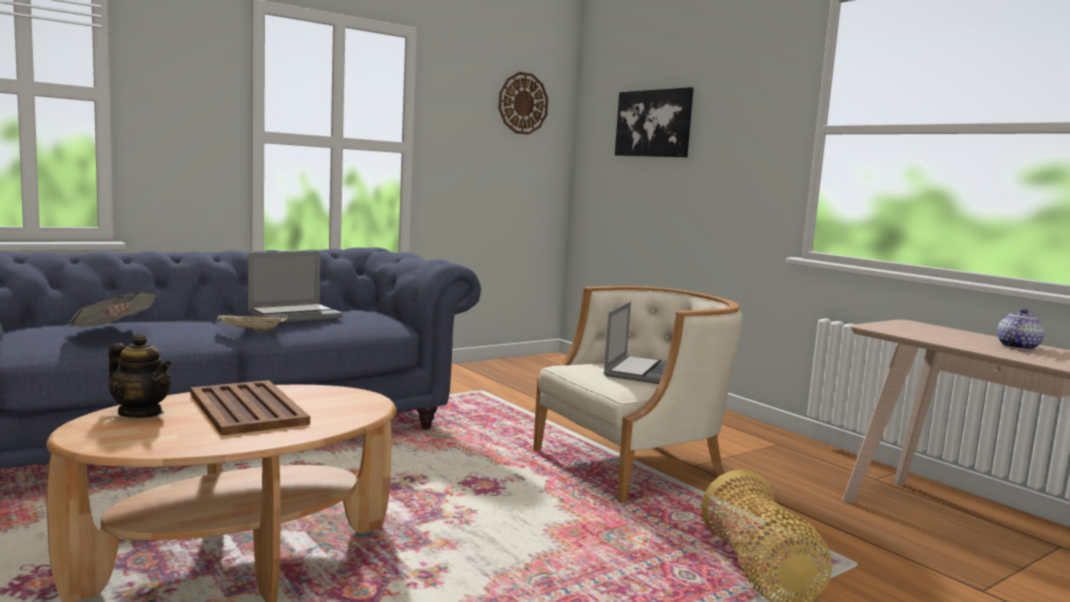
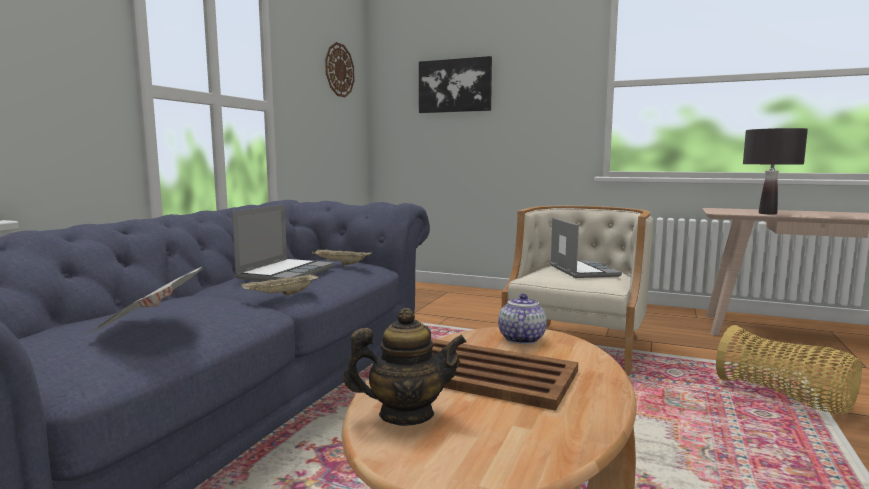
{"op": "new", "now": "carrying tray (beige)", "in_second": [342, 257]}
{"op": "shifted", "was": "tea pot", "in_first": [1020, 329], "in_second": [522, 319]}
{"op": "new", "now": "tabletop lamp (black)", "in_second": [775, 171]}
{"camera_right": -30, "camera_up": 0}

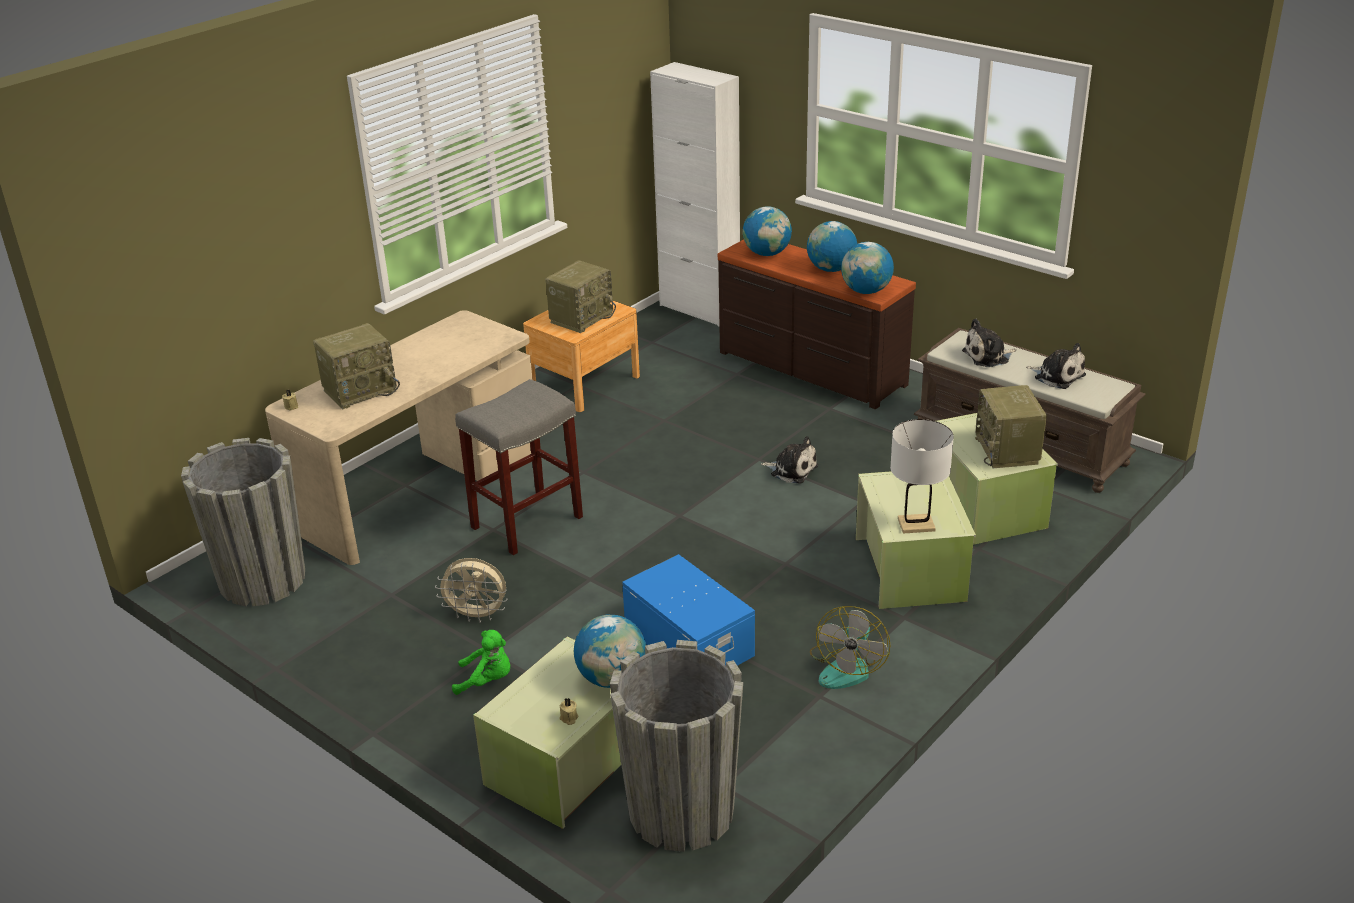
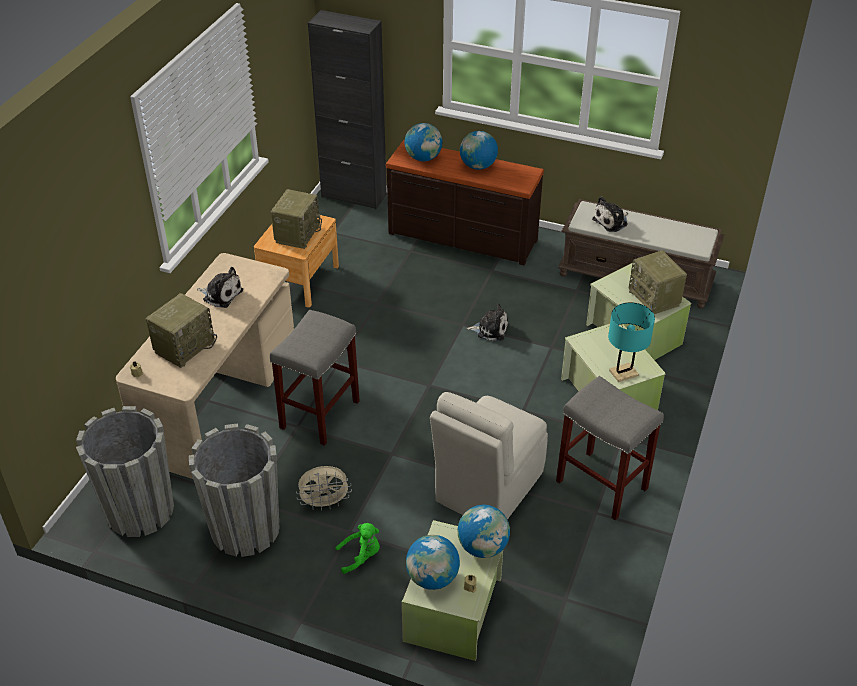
{"op": "shifted", "was": "plant pot (greyish)", "in_first": [676, 746], "in_second": [234, 490]}
{"op": "shifted", "was": "cuddly toy", "in_first": [1056, 366], "in_second": [220, 287]}
{"op": "repainted", "was": "cabinet (whitish)", "now": "cabinet (black)", "in_first": [695, 194], "in_second": [347, 109]}
{"op": "shifted", "was": "globe", "in_first": [867, 268], "in_second": [433, 562]}
{"op": "swapped", "was": "storage box (bluish)", "now": "chair (beige)", "in_first": [688, 610], "in_second": [489, 456]}
{"op": "swapped", "was": "cooling fan", "now": "stool (greyish)", "in_first": [850, 647], "in_second": [610, 448]}
{"op": "repainted", "was": "tabletop lamp (whitish)", "now": "tabletop lamp (turquoise)", "in_first": [922, 476], "in_second": [631, 342]}
{"camera_right": -20, "camera_up": 10}

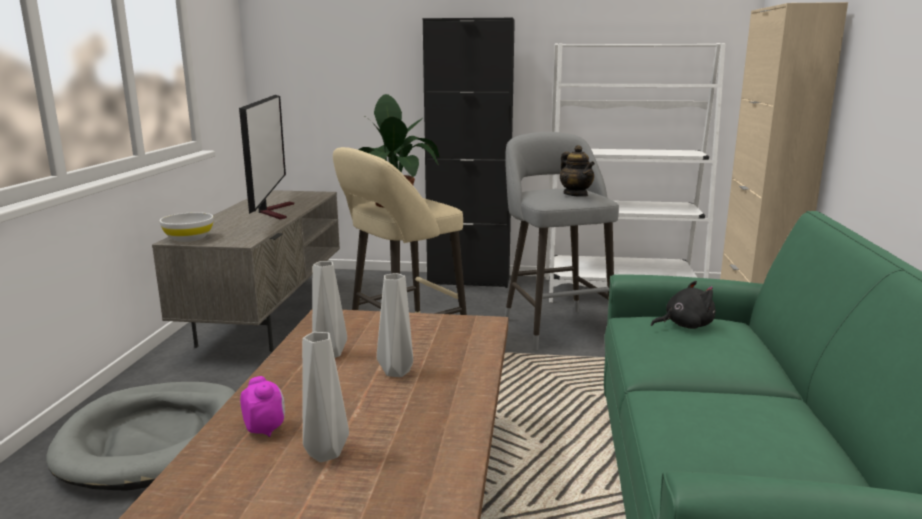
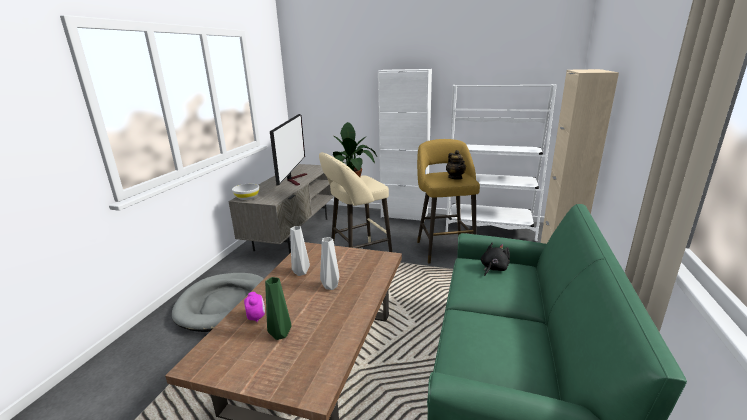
{"op": "repainted", "was": "flower vase (greyish)", "now": "flower vase (green)", "in_first": [325, 397], "in_second": [278, 308]}
{"op": "repainted", "was": "cabinet (black)", "now": "cabinet (whitish)", "in_first": [469, 152], "in_second": [405, 145]}
{"op": "repainted", "was": "stool (greyish)", "now": "stool (yellow-coloured)", "in_first": [561, 241], "in_second": [448, 201]}
{"op": "rotated", "was": "cuddly toy (black)", "in_first": [683, 305], "in_second": [495, 259], "clockwise": -45}
{"camera_right": 10, "camera_up": 5}

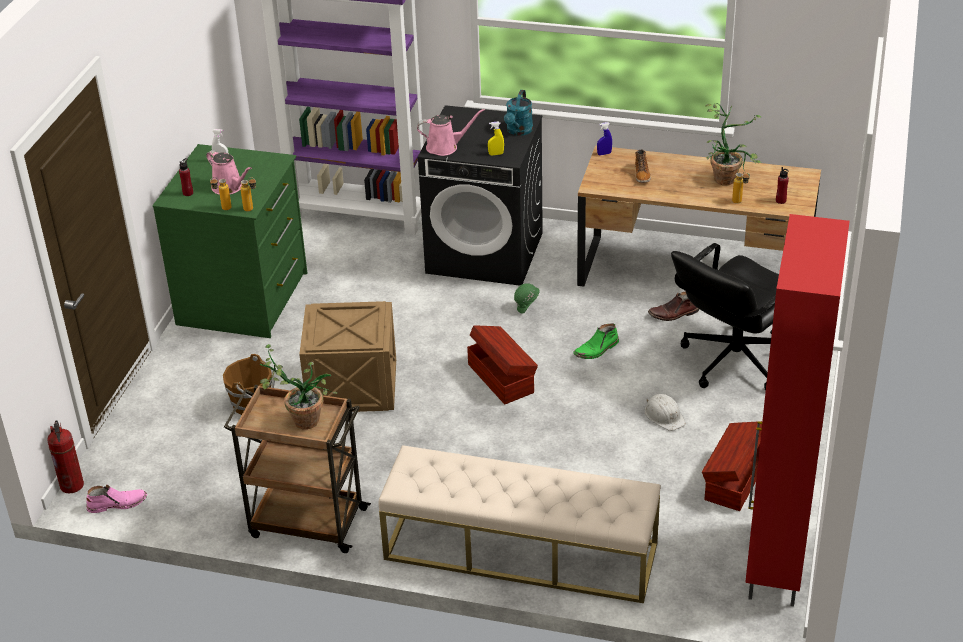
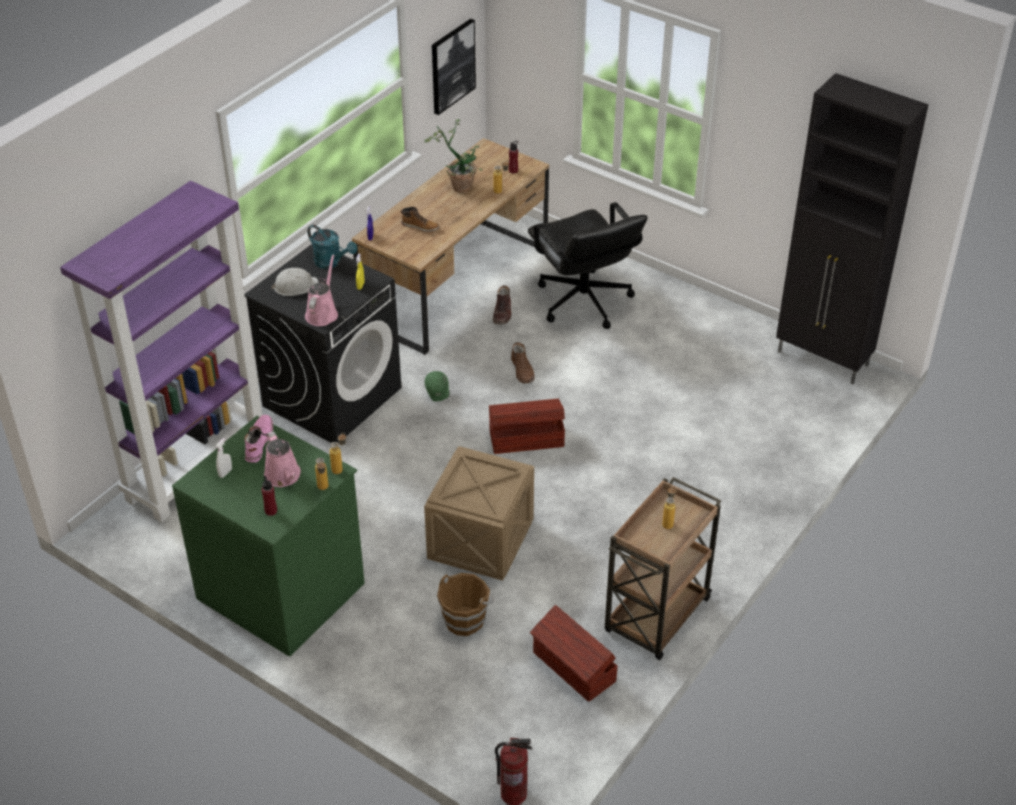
{"op": "shifted", "was": "tall boot (pink-coloured)", "in_first": [116, 499], "in_second": [258, 439]}
{"op": "rotated", "was": "watering pot (pink-coloured)", "in_first": [229, 172], "in_second": [282, 459], "clockwise": 90}
{"op": "shifted", "was": "safety helmet (whitish)", "in_first": [665, 412], "in_second": [295, 282]}
{"op": "new", "now": "picture", "in_second": [454, 67]}
{"op": "repainted", "was": "tall boot (green)", "now": "tall boot (brownish)", "in_first": [596, 341], "in_second": [523, 363]}
{"op": "shifted", "was": "storage box (brownish)", "in_first": [732, 466], "in_second": [574, 653]}
{"op": "swapped", "was": "potted plant", "now": "drink bottle", "in_first": [299, 386], "in_second": [669, 508]}
{"op": "repainted", "was": "cabinet (red-coloured)", "now": "cabinet (black)", "in_first": [797, 410], "in_second": [852, 229]}
{"op": "gone", "was": "indoor bench (beige)", "in_first": [519, 524]}
{"camera_right": -70, "camera_up": 5}

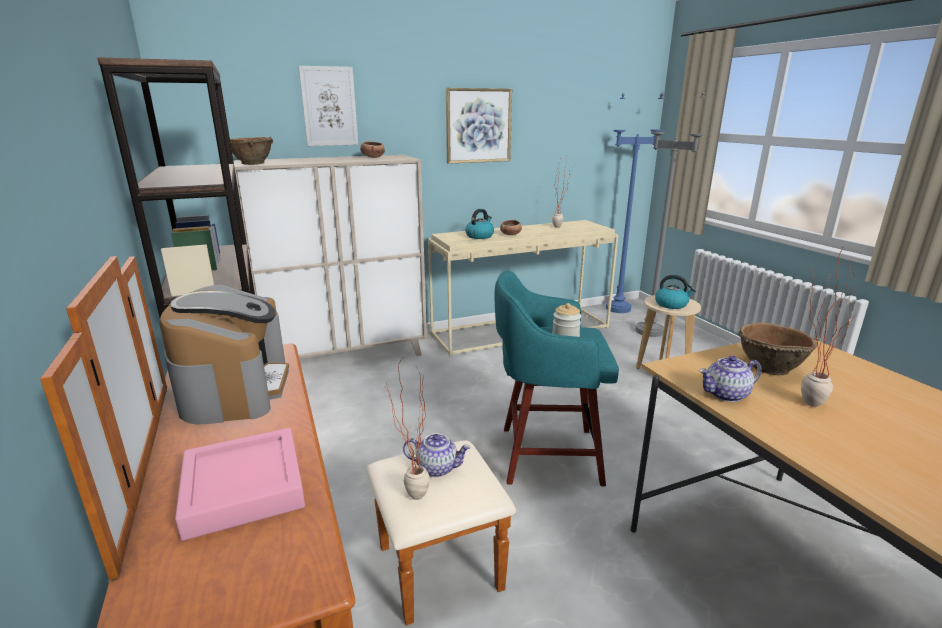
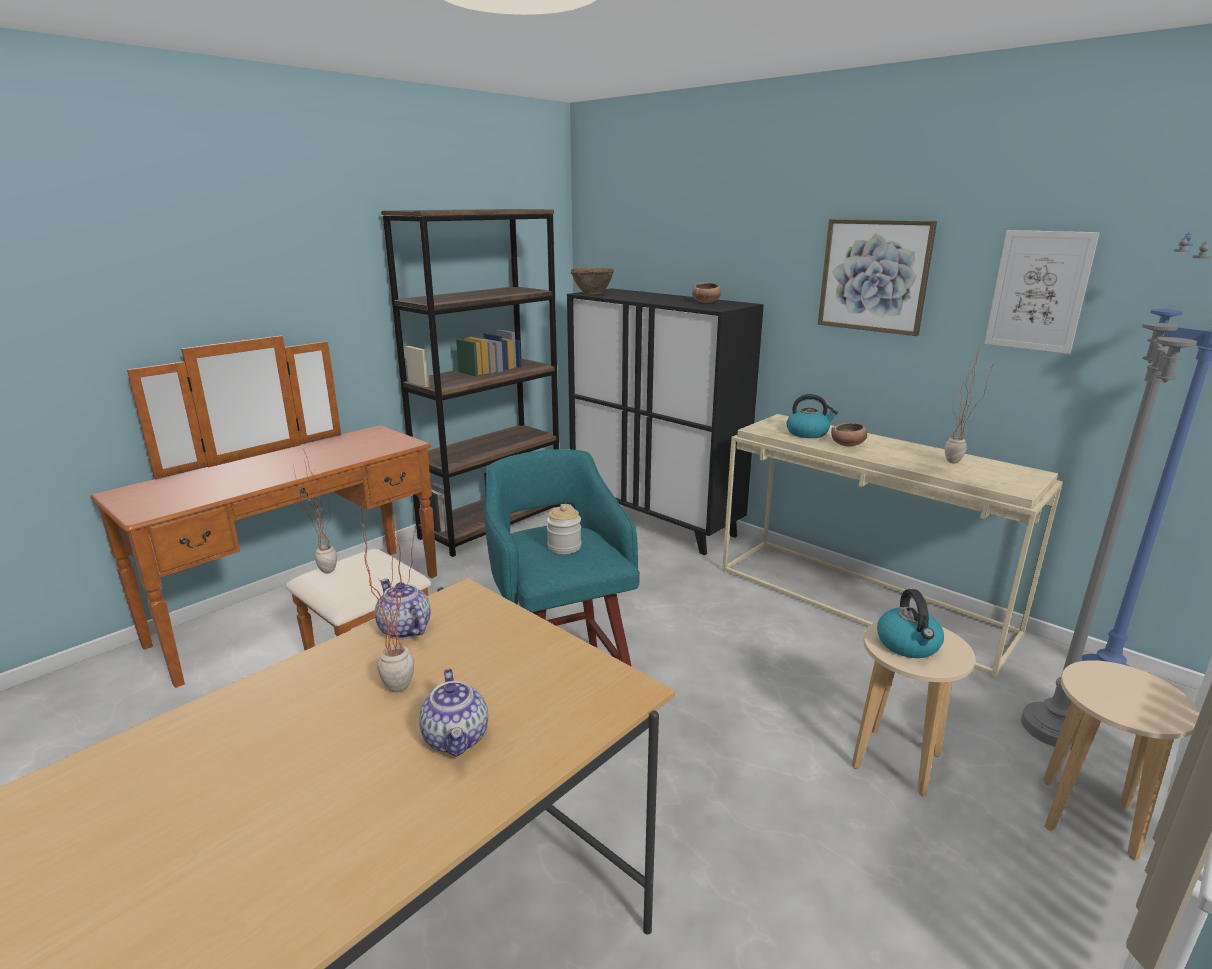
{"op": "shifted", "was": "tea pot", "in_first": [437, 455], "in_second": [453, 713]}
{"op": "repainted", "was": "cabinet (beige)", "now": "cabinet (black)", "in_first": [330, 257], "in_second": [665, 421]}
{"op": "shifted", "was": "picture", "in_first": [328, 106], "in_second": [1042, 292]}
{"op": "new", "now": "stool (beige)", "in_second": [1121, 760]}
{"op": "gone", "was": "coffee machine", "in_first": [224, 354]}
{"op": "gone", "was": "carrying tray (pink-coloured)", "in_first": [240, 484]}
{"op": "gone", "was": "bowl (brownish)", "in_first": [777, 348]}
{"camera_right": 65, "camera_up": 0}

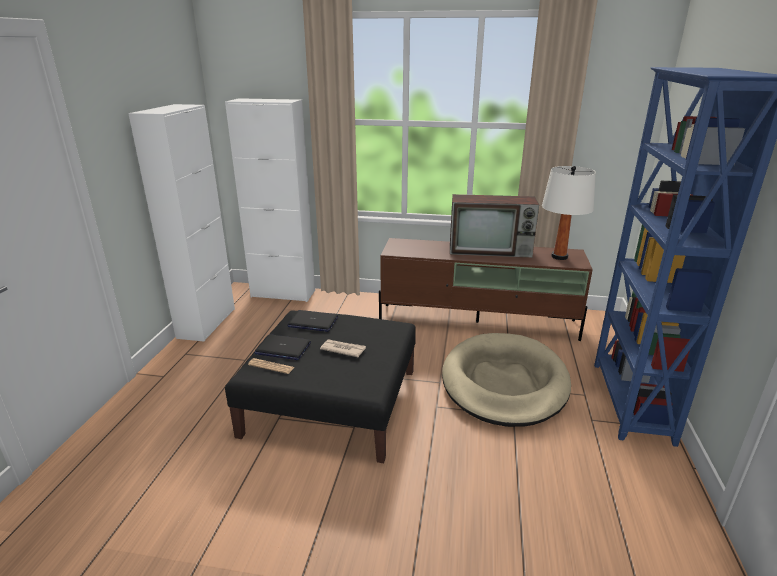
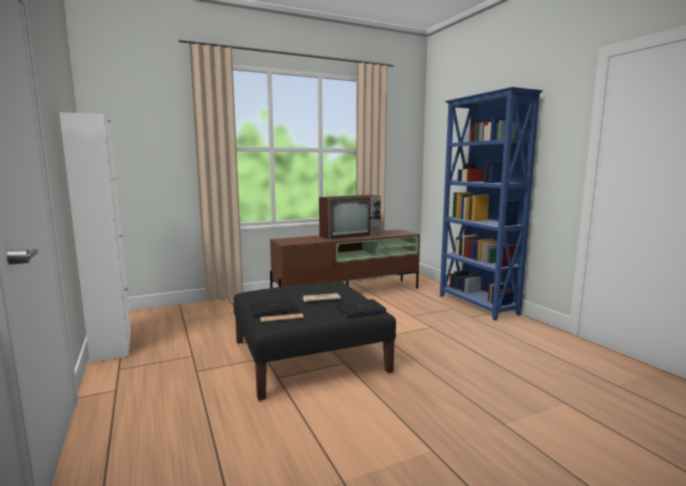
{"op": "shifted", "was": "laptop", "in_first": [312, 321], "in_second": [360, 308]}
{"op": "gone", "was": "cabinet (whitish)", "in_first": [270, 200]}
{"op": "gone", "was": "dog bed (beige)", "in_first": [506, 380]}
{"op": "gone", "was": "tabletop lamp (whitish)", "in_first": [569, 213]}
{"camera_right": -35, "camera_up": -15}

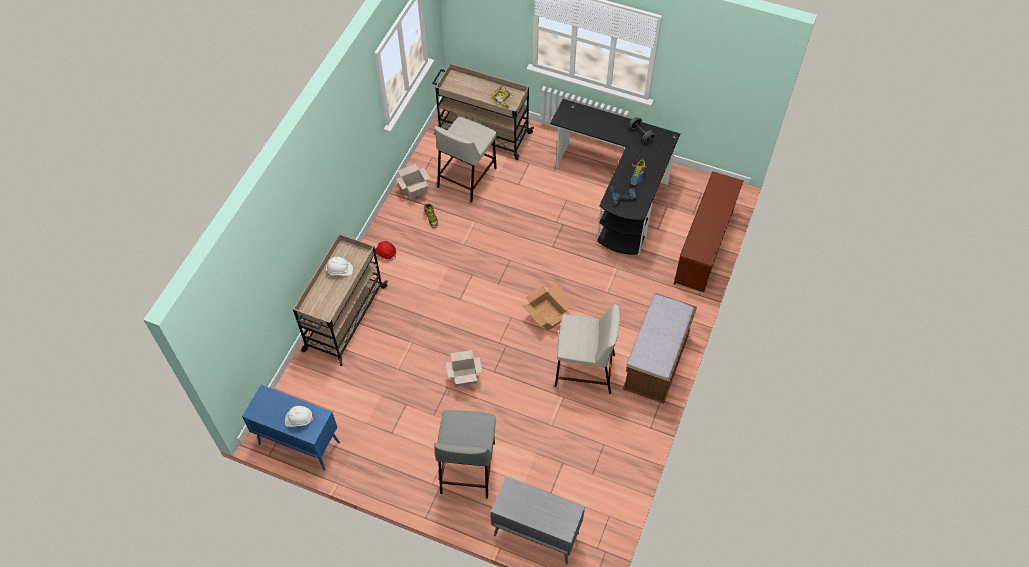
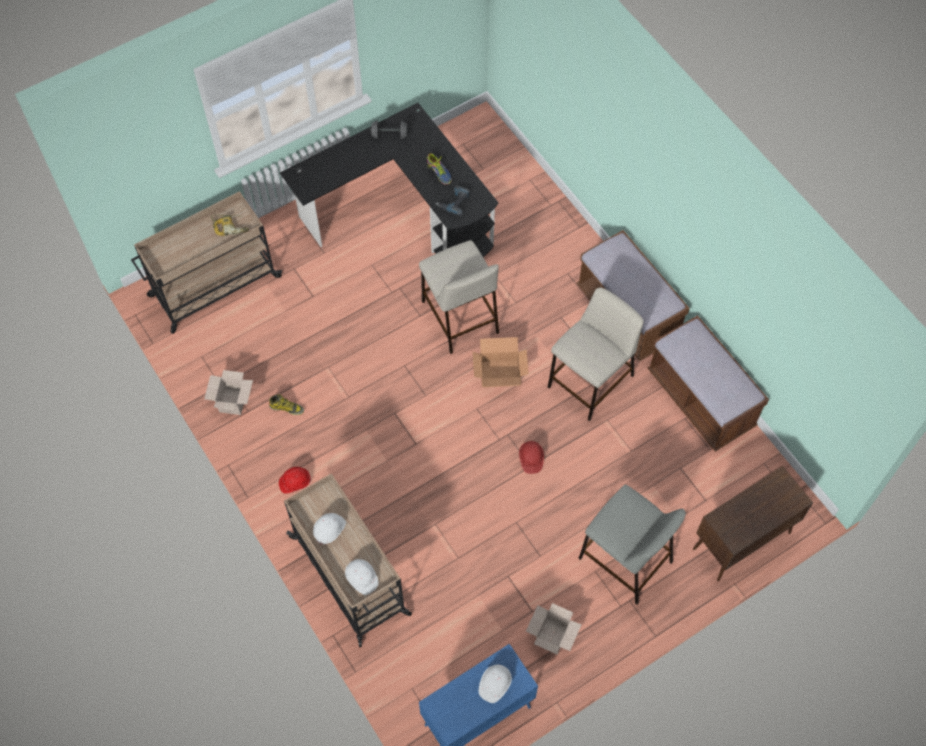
{"op": "new", "now": "safety helmet (whitish)", "in_second": [362, 577]}
{"op": "shifted", "was": "stool (beige)", "in_first": [465, 160], "in_second": [459, 297]}
{"op": "new", "now": "safety helmet (red-coloured)", "in_second": [531, 457]}
{"op": "shifted", "was": "cardboard box", "in_first": [464, 368], "in_second": [554, 628]}
{"op": "new", "now": "indoor bench (brownish)", "in_second": [708, 383]}
{"op": "repainted", "was": "cabinet (greyish)", "now": "cabinet (brownish)", "in_first": [538, 520], "in_second": [753, 523]}
{"op": "gone", "was": "shoe shelf (brownish)", "in_first": [708, 231]}
{"camera_right": -55, "camera_up": 5}

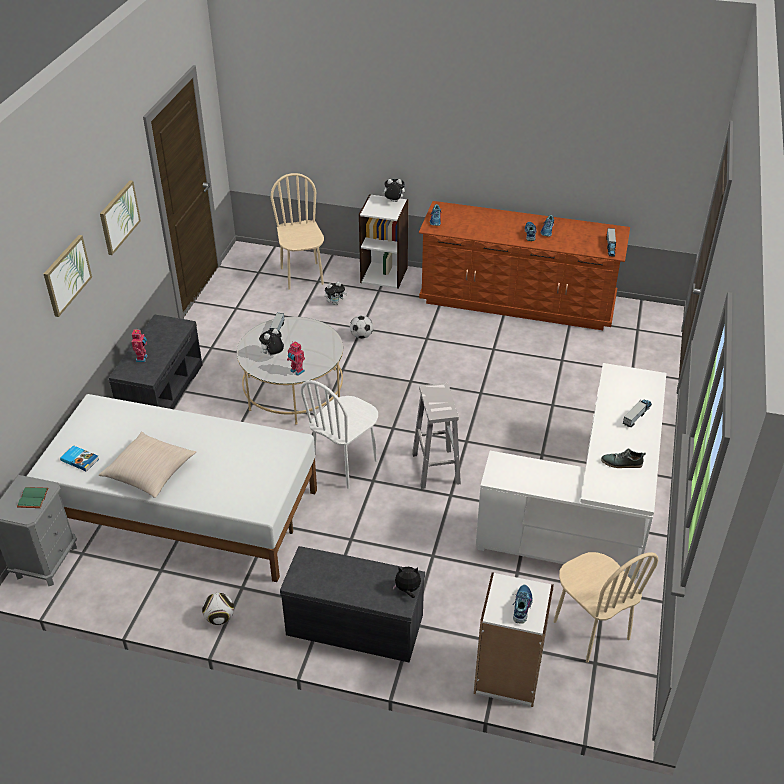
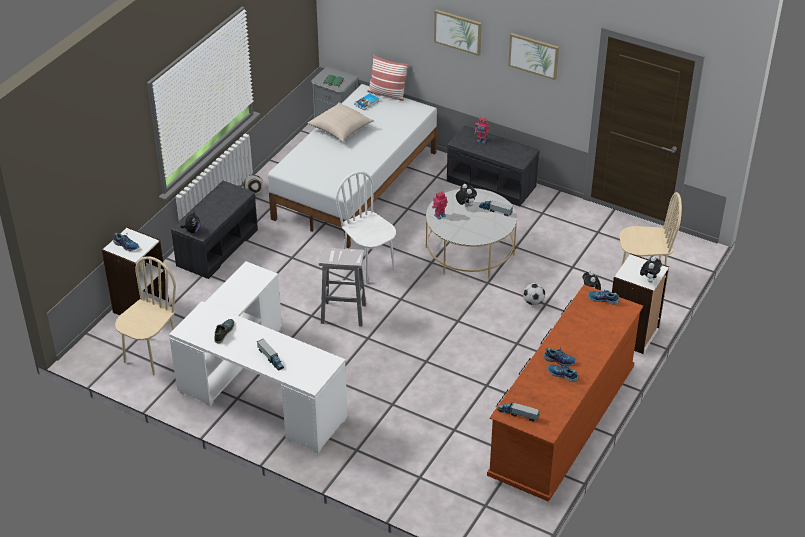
{"op": "rotated", "was": "chair (beige)", "in_first": [606, 607], "in_second": [145, 316], "clockwise": 135}
{"op": "new", "now": "pillow", "in_second": [388, 78]}
{"camera_right": 105, "camera_up": 0}

